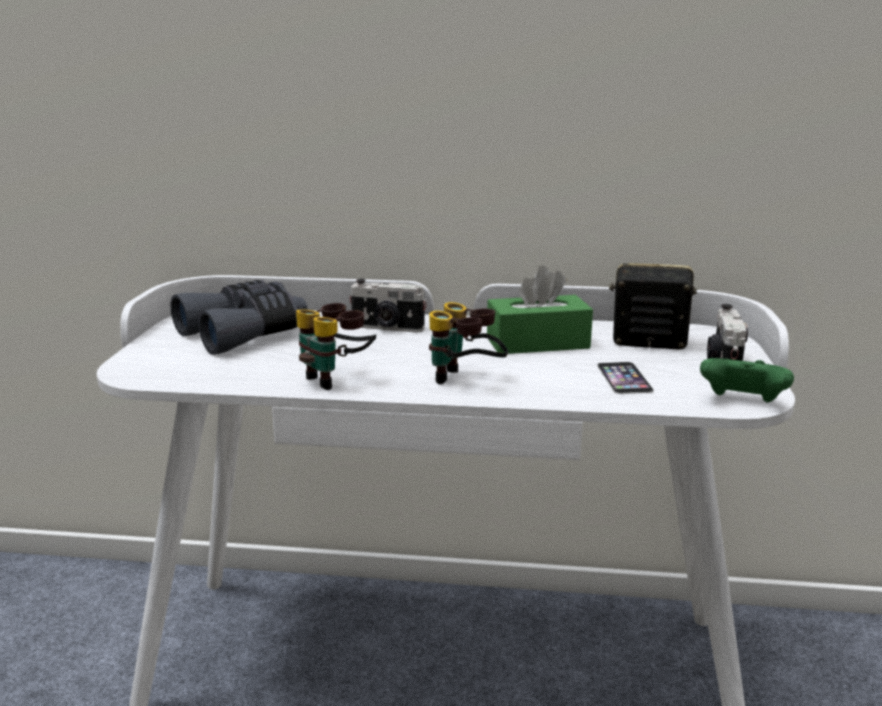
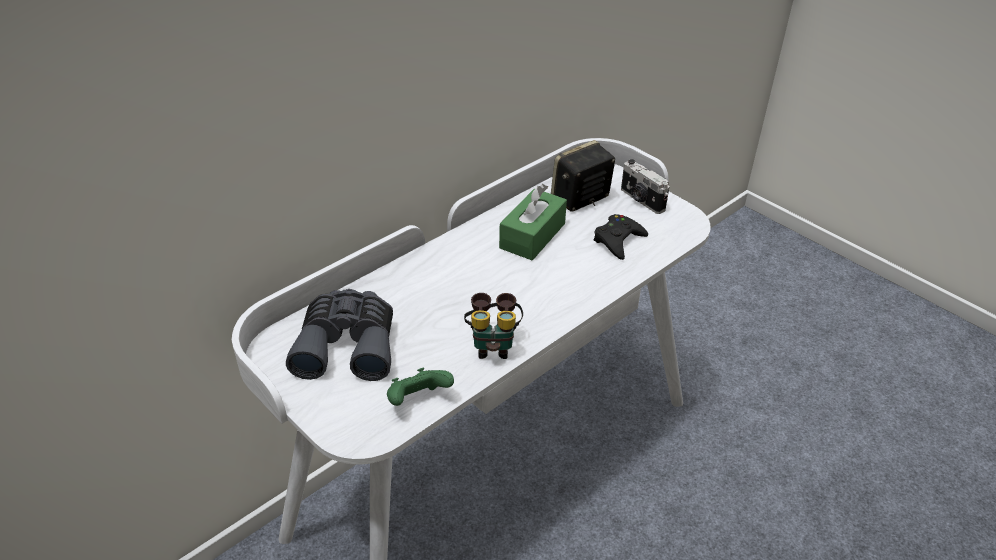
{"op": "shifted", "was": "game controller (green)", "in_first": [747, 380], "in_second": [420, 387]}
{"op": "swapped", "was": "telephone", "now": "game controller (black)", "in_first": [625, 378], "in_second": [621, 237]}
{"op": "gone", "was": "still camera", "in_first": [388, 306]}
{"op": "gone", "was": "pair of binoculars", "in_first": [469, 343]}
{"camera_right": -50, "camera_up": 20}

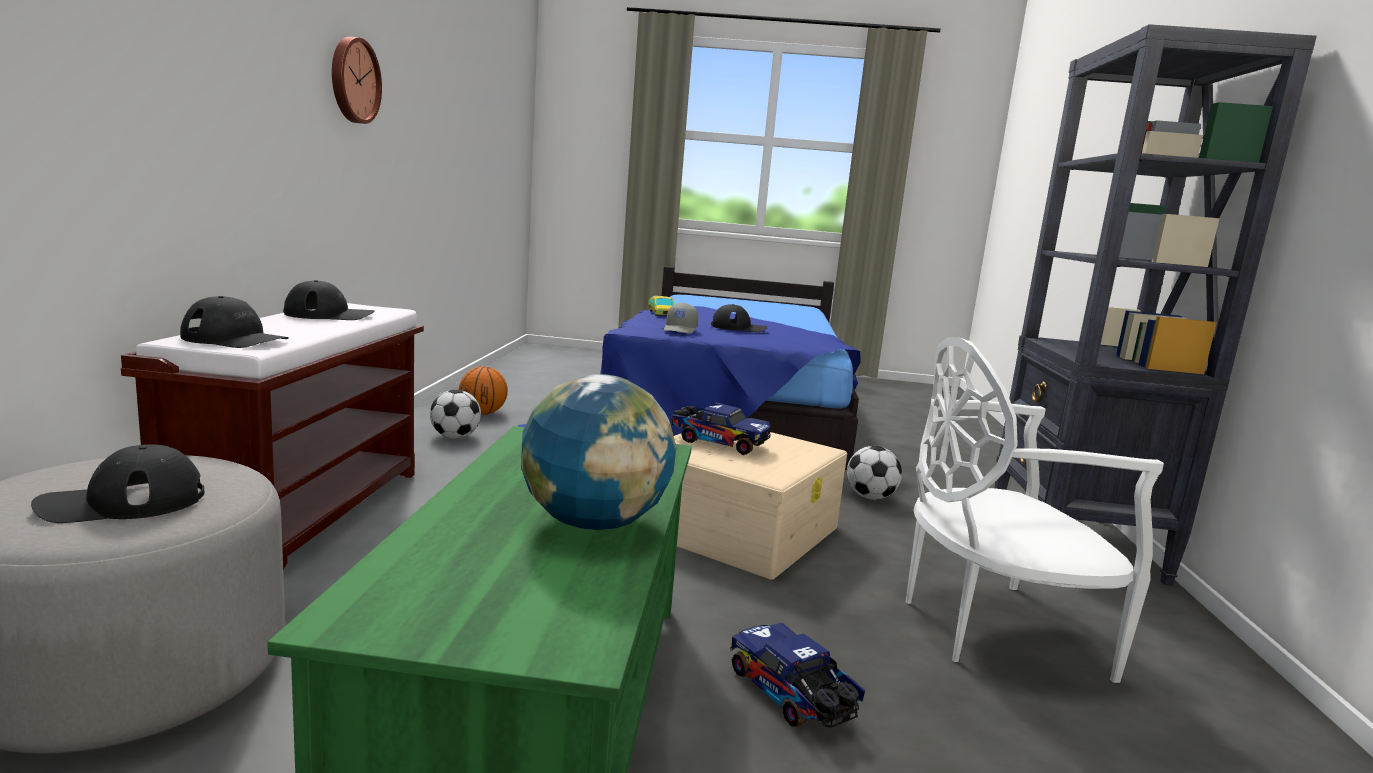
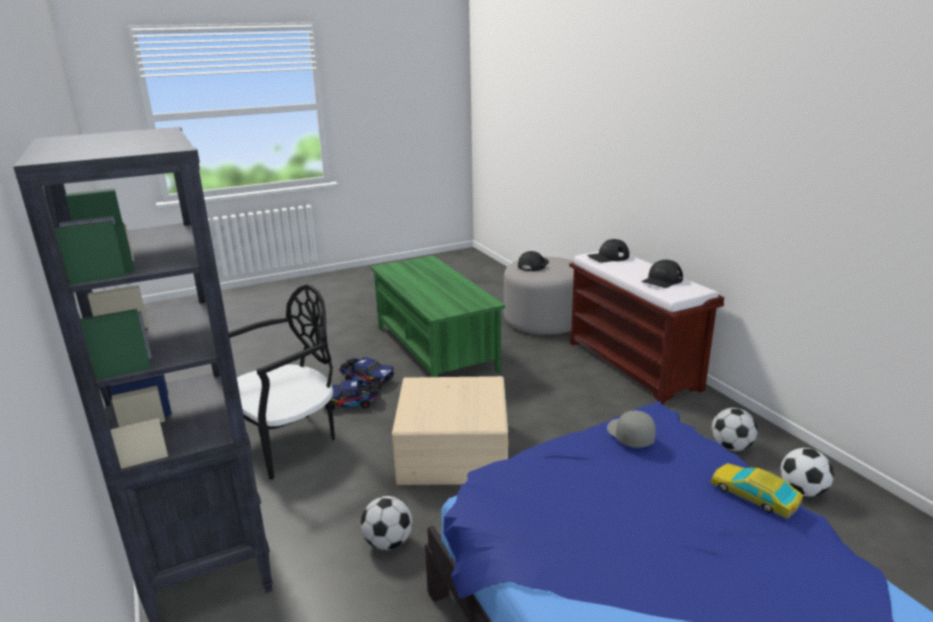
{"op": "repainted", "was": "chair (whitish)", "now": "chair (black)", "in_first": [1035, 510], "in_second": [282, 382]}
{"op": "shifted", "was": "toy truck", "in_first": [720, 428], "in_second": [353, 394]}
{"op": "swapped", "was": "basketball", "now": "football", "in_first": [483, 390], "in_second": [807, 472]}
{"op": "gone", "was": "wall clock", "in_first": [357, 80]}
{"op": "gone", "was": "globe", "in_first": [598, 452]}
{"op": "gone", "was": "baseball cap (black)", "in_first": [739, 318]}
{"camera_right": 150, "camera_up": 10}

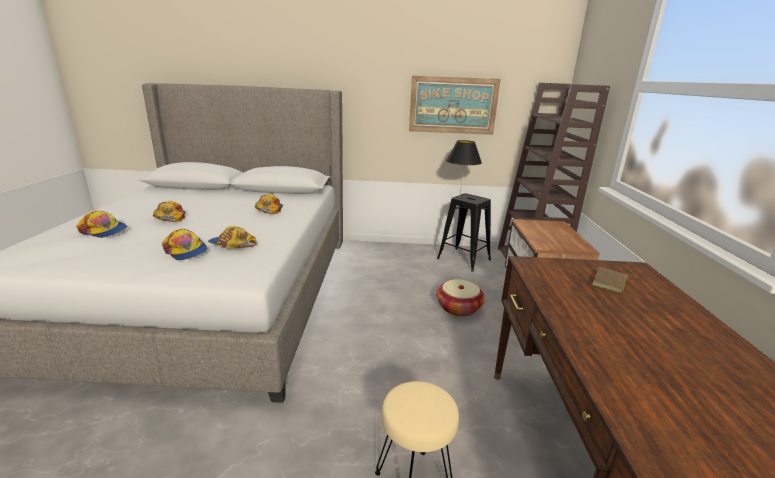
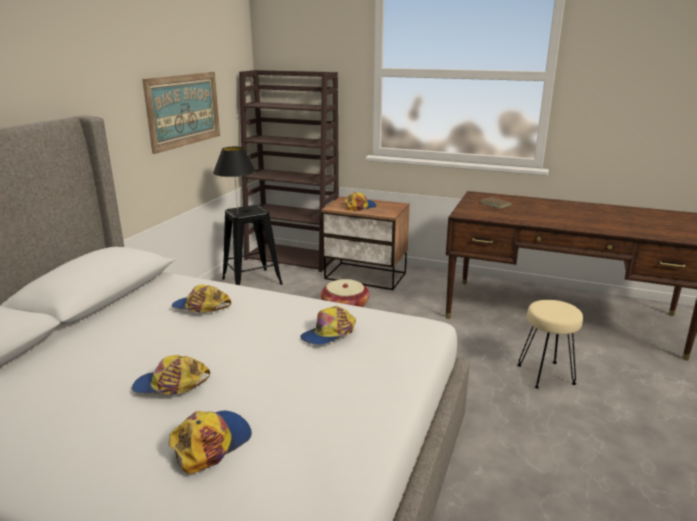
{"op": "shifted", "was": "baseball cap", "in_first": [185, 244], "in_second": [360, 201]}
{"camera_right": -70, "camera_up": 0}

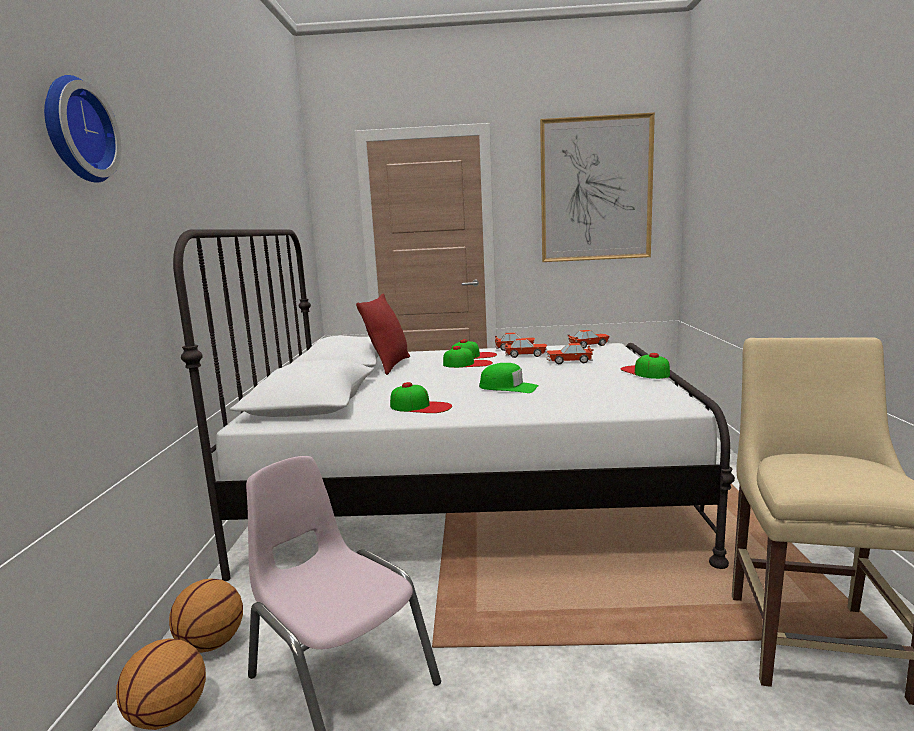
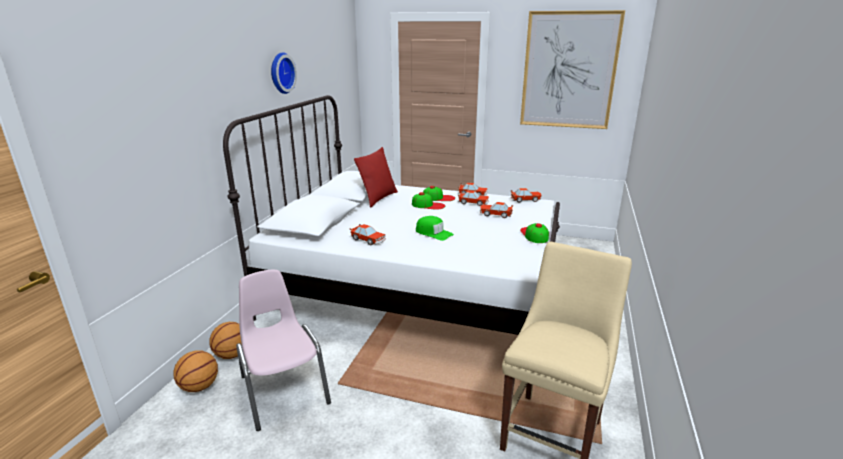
{"op": "shifted", "was": "wall clock", "in_first": [83, 129], "in_second": [284, 73]}
{"op": "swapped", "was": "baseball cap", "now": "miniature car", "in_first": [421, 397], "in_second": [368, 234]}
{"camera_right": 15, "camera_up": 10}

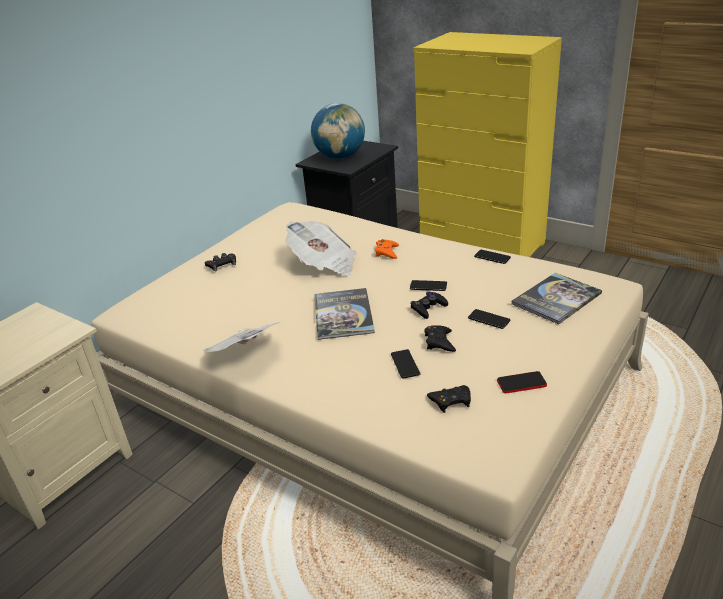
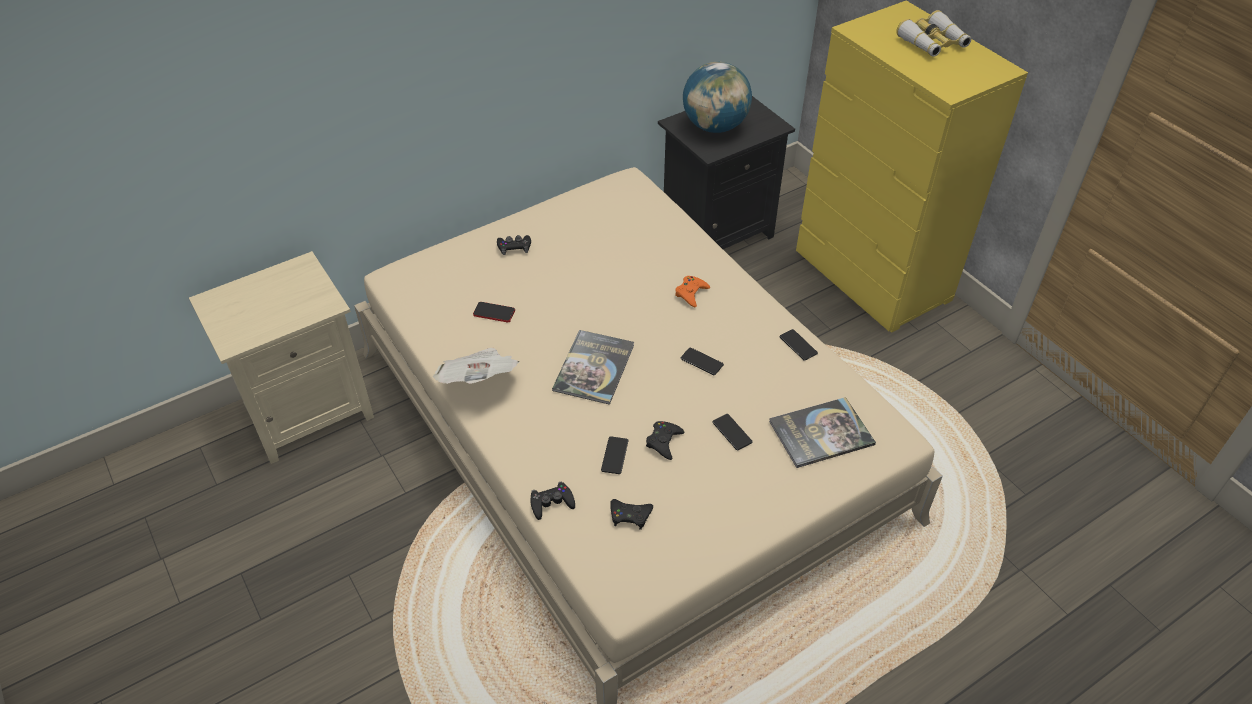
{"op": "shifted", "was": "telephone", "in_first": [522, 382], "in_second": [494, 312]}
{"op": "shifted", "was": "game controller (black)", "in_first": [429, 305], "in_second": [552, 501]}
{"op": "new", "now": "pair of binoculars", "in_second": [933, 33]}
{"op": "gone", "was": "printed paper", "in_first": [320, 248]}
{"camera_right": 20, "camera_up": 15}

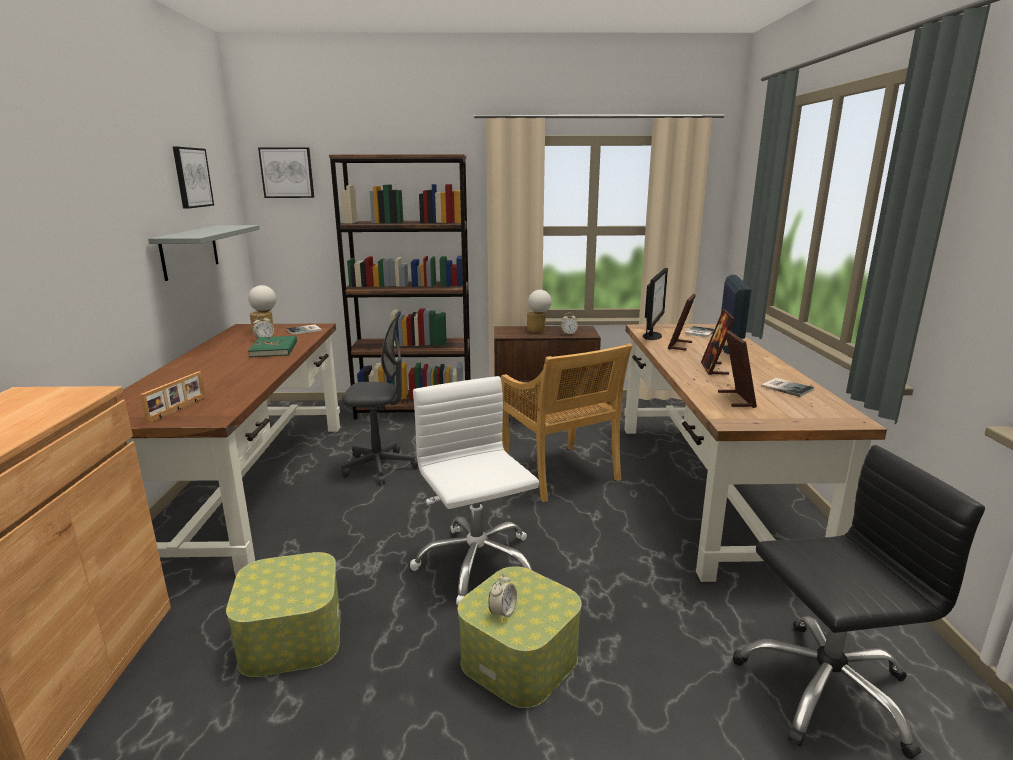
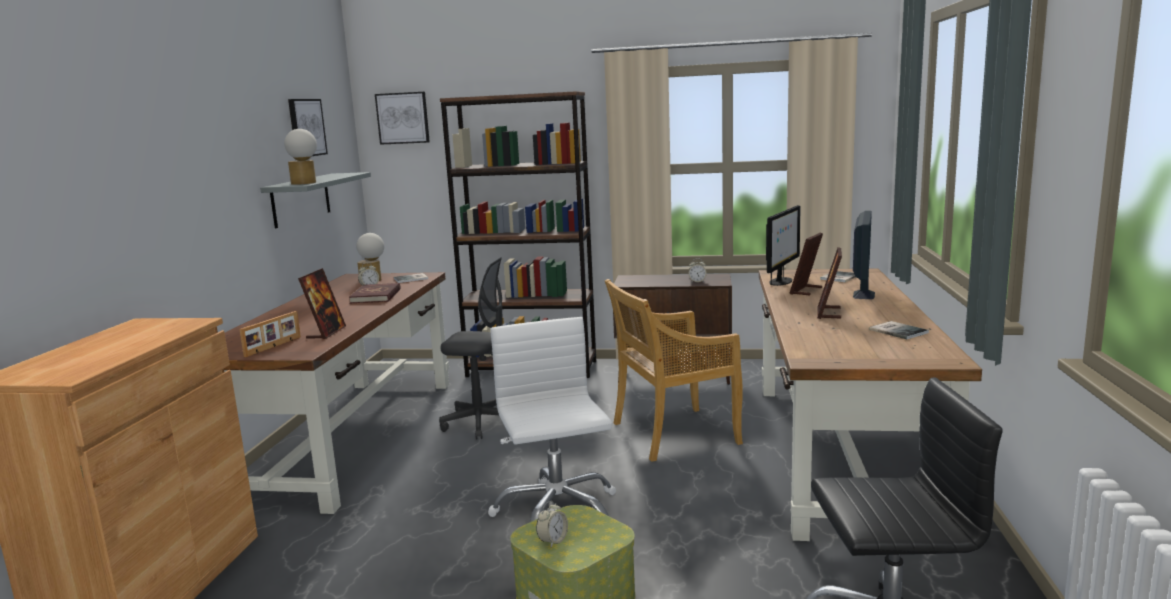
{"op": "shifted", "was": "tabletop lamp", "in_first": [539, 311], "in_second": [300, 157]}
{"op": "shifted", "was": "picture frame", "in_first": [737, 369], "in_second": [322, 303]}
{"op": "repainted", "was": "book (green)", "now": "book (red-coloured)", "in_first": [272, 346], "in_second": [374, 293]}
{"op": "rotated", "was": "chair (beige)", "in_first": [566, 422], "in_second": [674, 370], "clockwise": 90}
{"op": "gone", "was": "storage box", "in_first": [283, 614]}
{"camera_right": 10, "camera_up": -5}

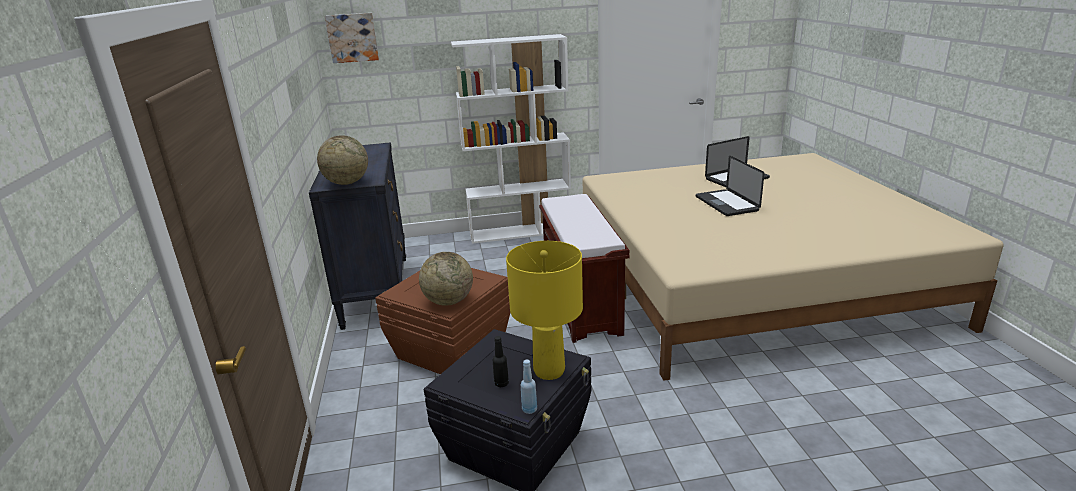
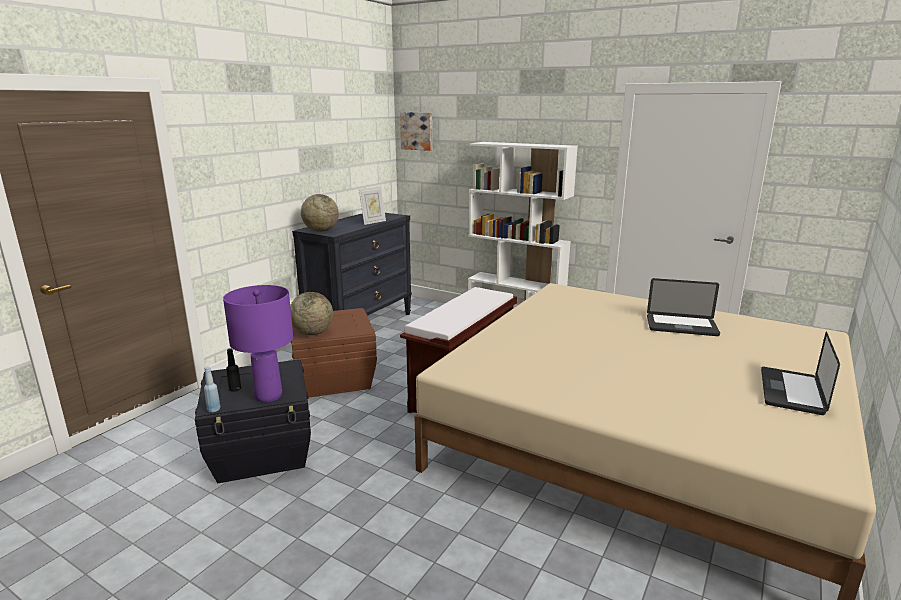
{"op": "repainted", "was": "tabletop lamp (yellow-coloured)", "now": "tabletop lamp (purple)", "in_first": [544, 310], "in_second": [258, 343]}
{"op": "new", "now": "picture frame", "in_second": [372, 206]}
{"op": "shifted", "was": "laptop", "in_first": [730, 186], "in_second": [800, 373]}
{"camera_right": 40, "camera_up": -5}

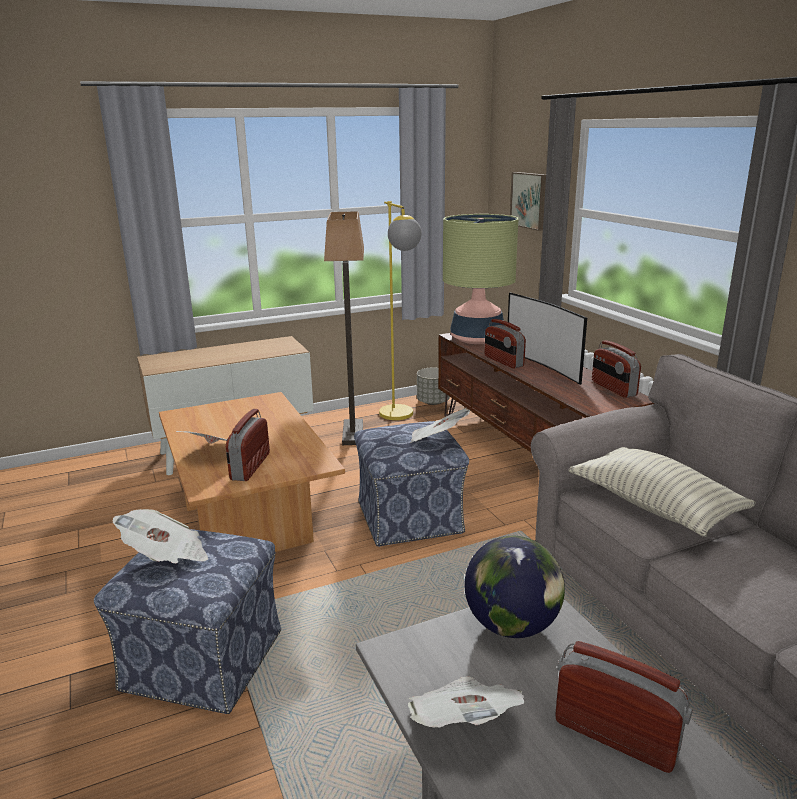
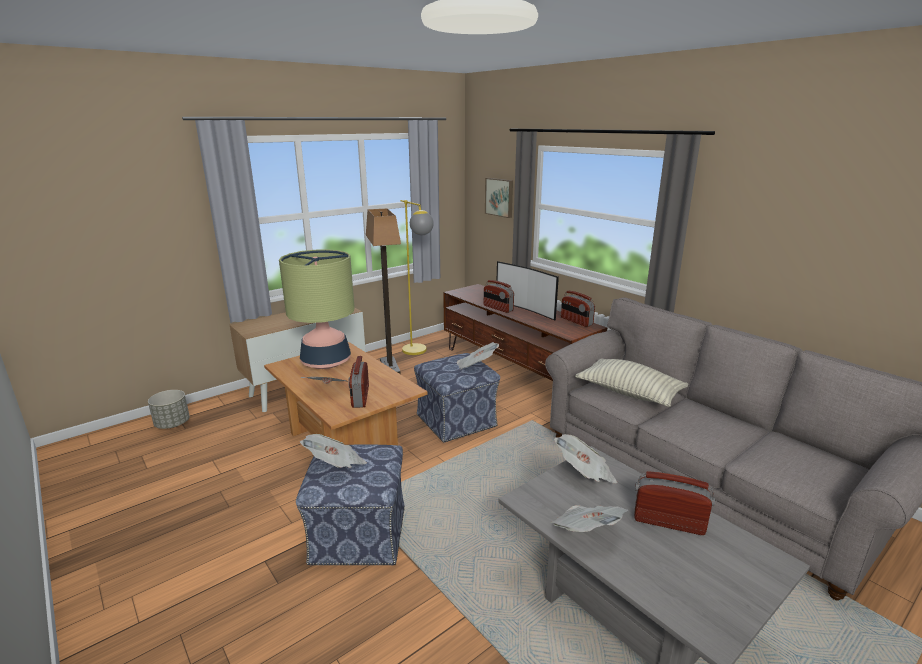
{"op": "shifted", "was": "plant pot (greyish)", "in_first": [433, 386], "in_second": [169, 409]}
{"op": "shifted", "was": "tabletop lamp", "in_first": [480, 279], "in_second": [317, 309]}
{"op": "swapped", "was": "globe", "now": "printed paper", "in_first": [515, 587], "in_second": [585, 458]}
{"camera_right": -15, "camera_up": 0}

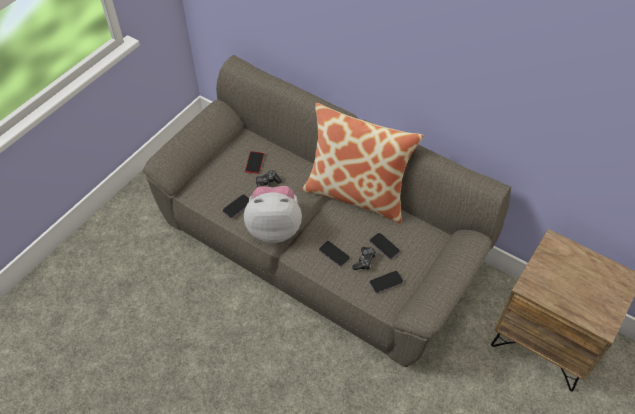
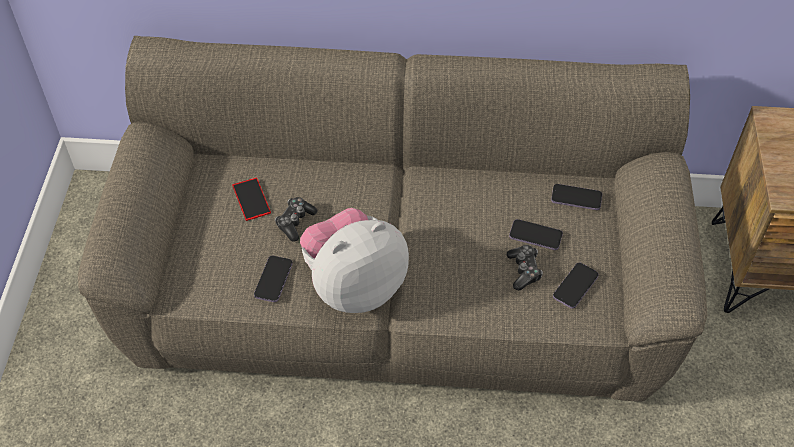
{"op": "shifted", "was": "telephone", "in_first": [334, 253], "in_second": [576, 197]}
{"op": "gone", "was": "pillow", "in_first": [363, 163]}
{"camera_right": -30, "camera_up": 0}

